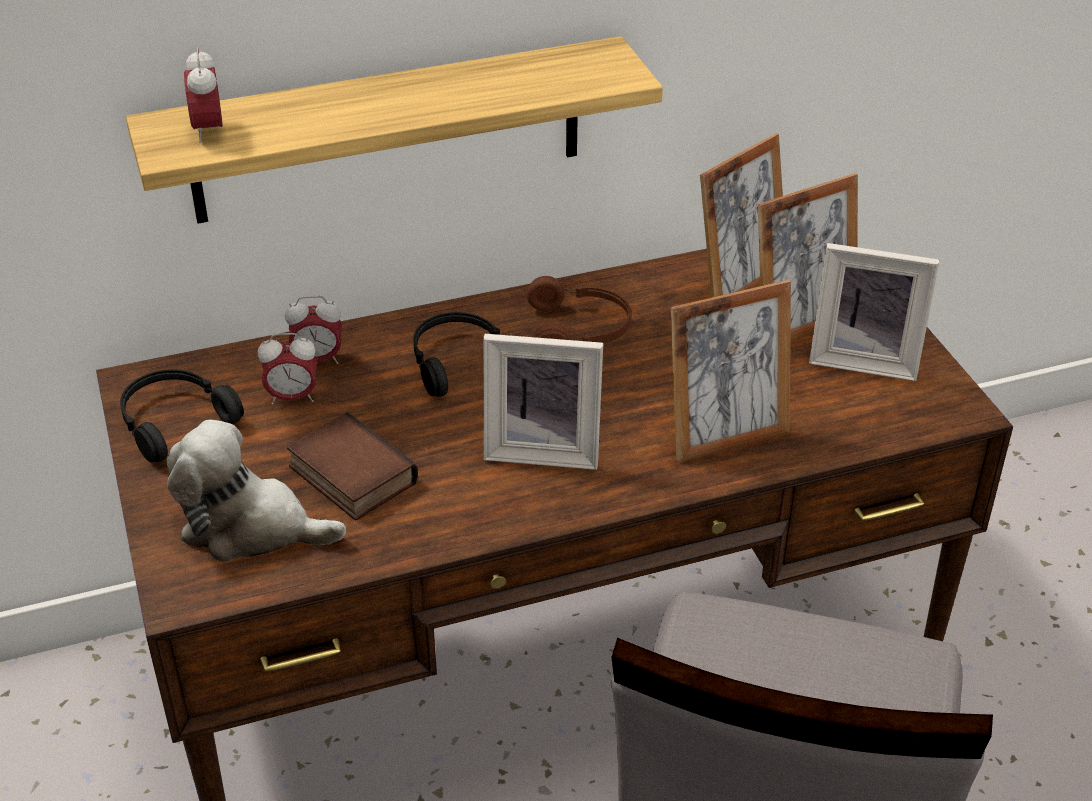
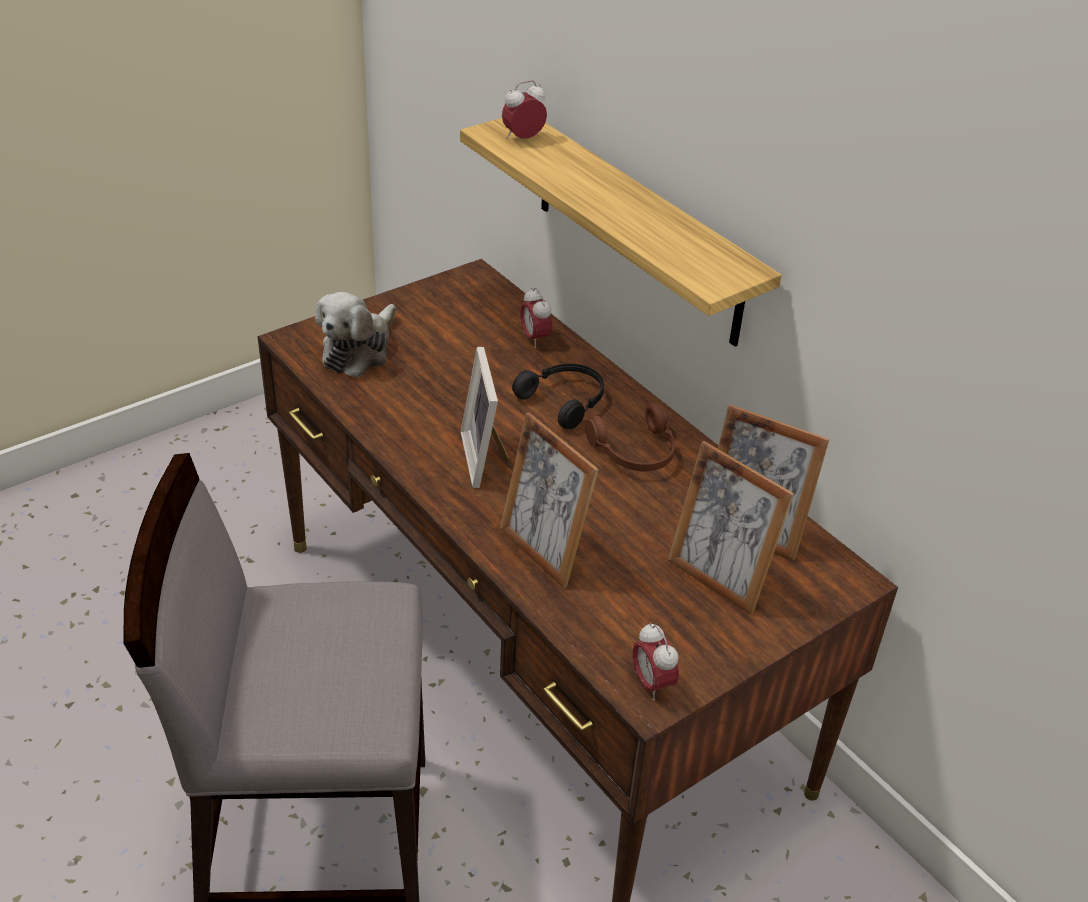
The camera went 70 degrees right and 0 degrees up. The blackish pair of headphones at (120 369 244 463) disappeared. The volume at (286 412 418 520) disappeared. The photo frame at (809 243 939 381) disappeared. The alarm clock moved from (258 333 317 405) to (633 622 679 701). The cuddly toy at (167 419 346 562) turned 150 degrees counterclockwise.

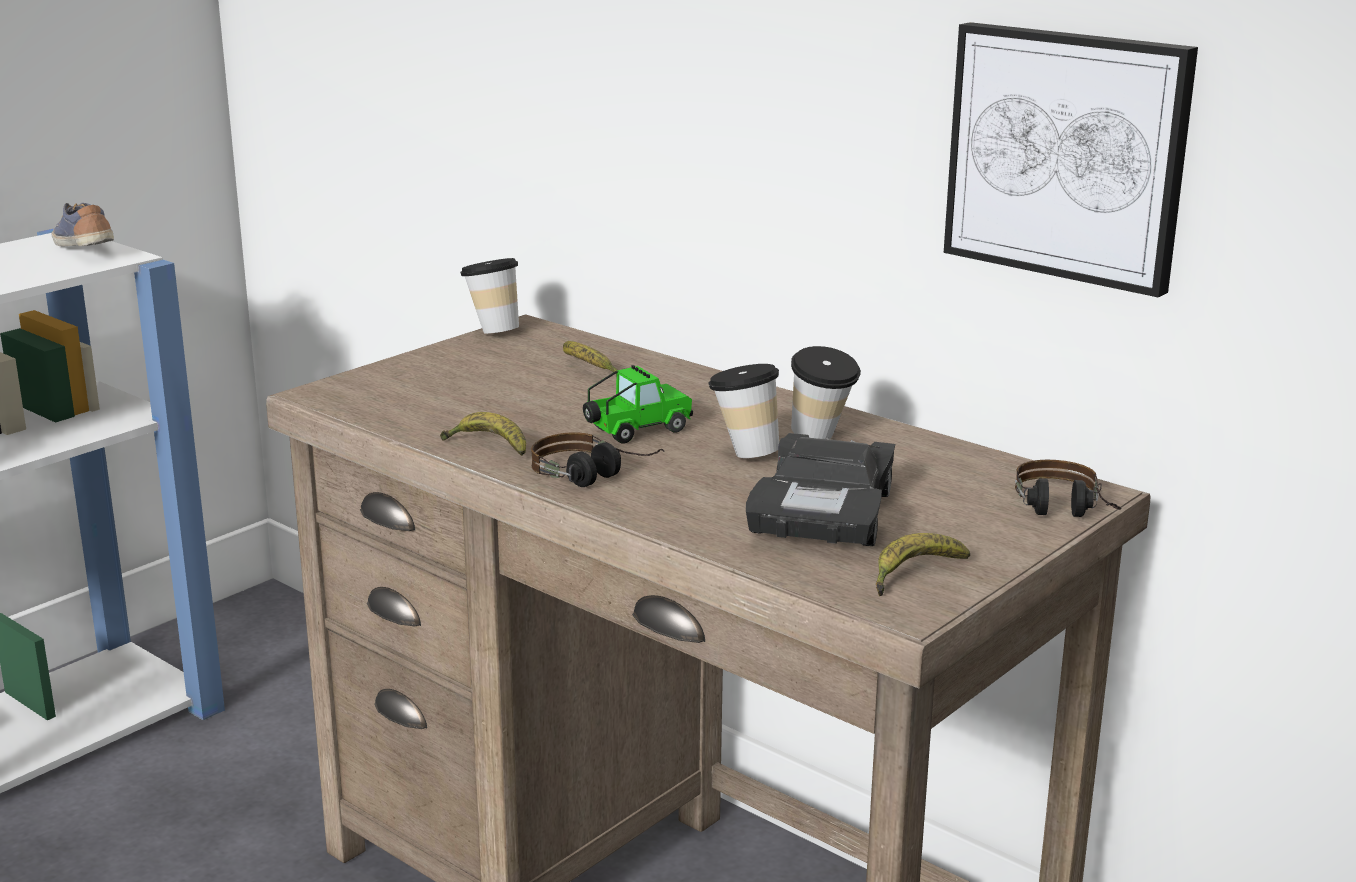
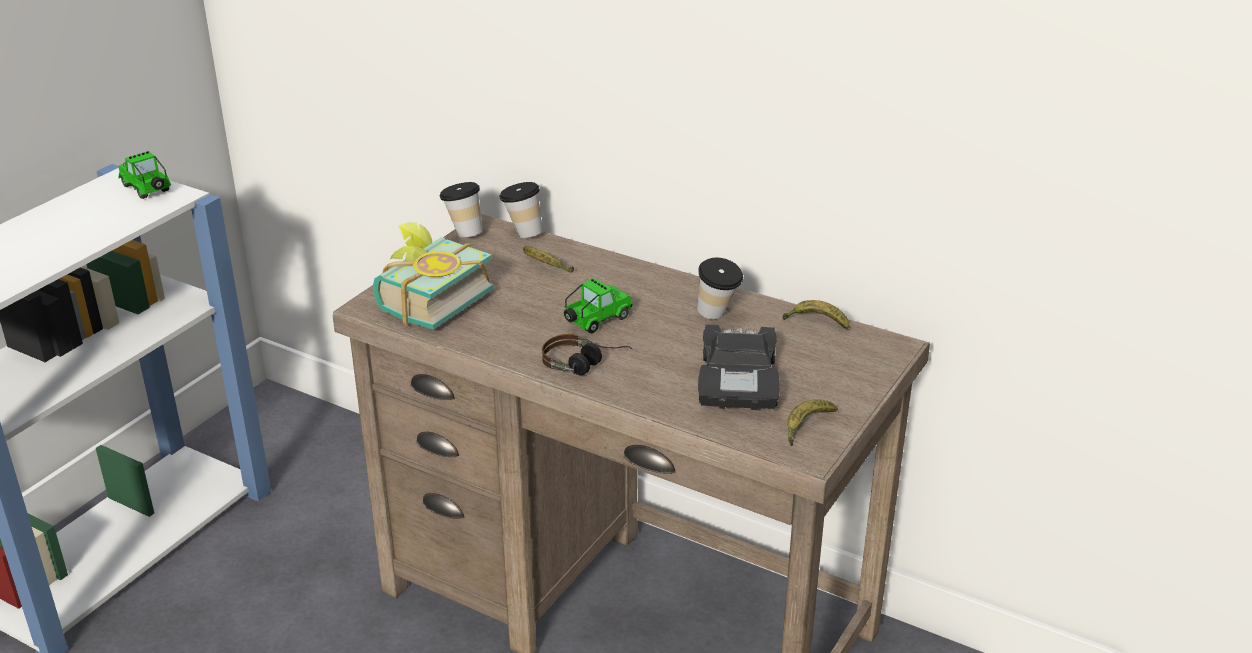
The camera went 10 degrees left and 10 degrees up. The picture at (944 22 1198 297) disappeared. The pair of headphones at (1015 460 1122 517) disappeared. The volume at (373 223 494 330) appeared. The banana moved from (440 412 526 456) to (782 300 849 329). The drinking cup moved from (708 364 779 458) to (499 182 543 238). The item of footwear at (52 203 114 247) was replaced by the model car at (118 151 171 199).

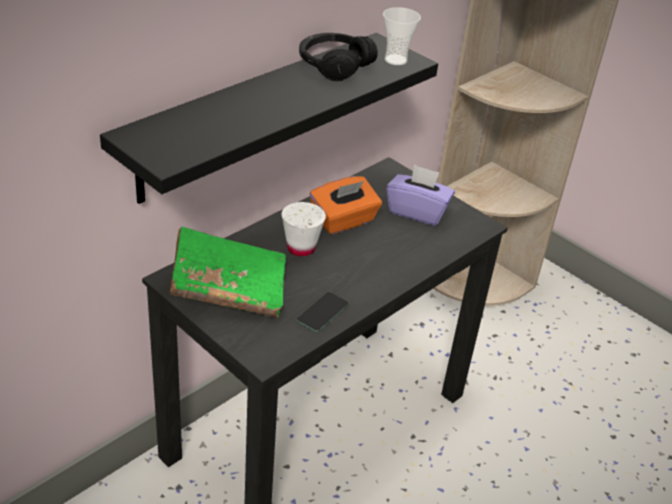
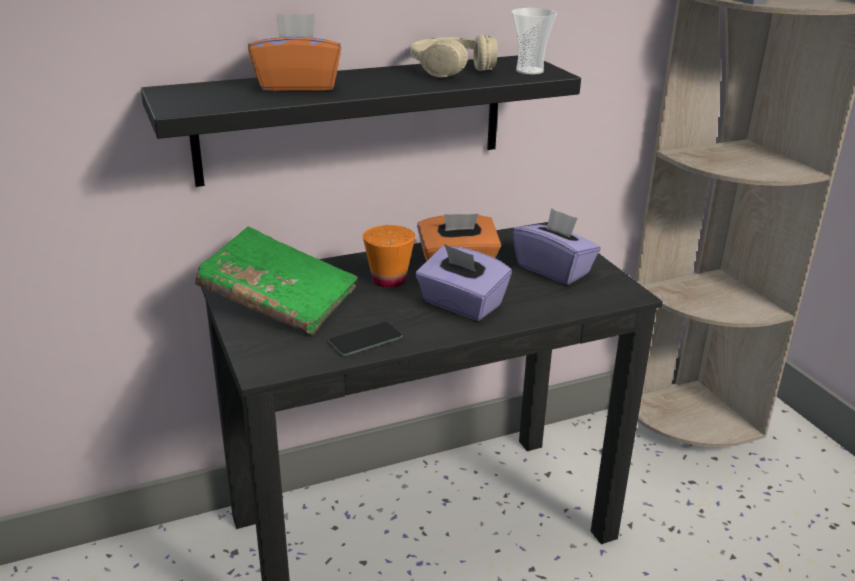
The camera went 25 degrees right and 10 degrees down. The orange-coloured tissue holder at (248 13 341 91) appeared. The purplish tissue holder at (416 244 512 321) appeared. The white drinking cup at (282 202 326 256) became the orange-coloured drinking cup at (363 225 415 288). The blackish pair of headphones at (299 33 378 81) became the beige-coloured pair of headphones at (410 35 498 77).

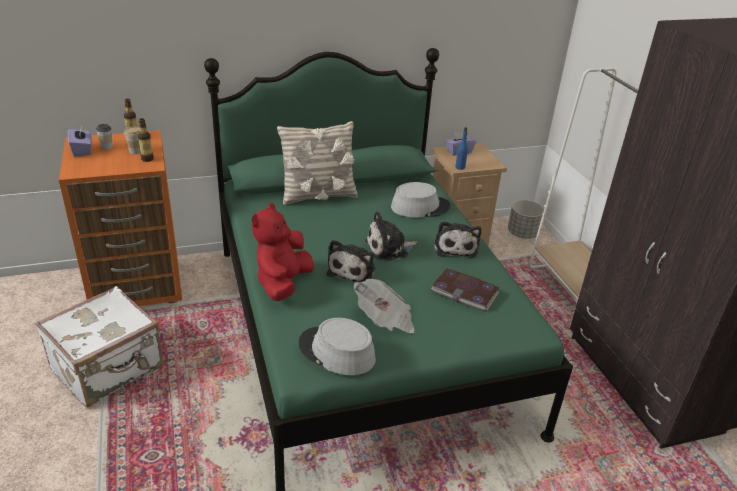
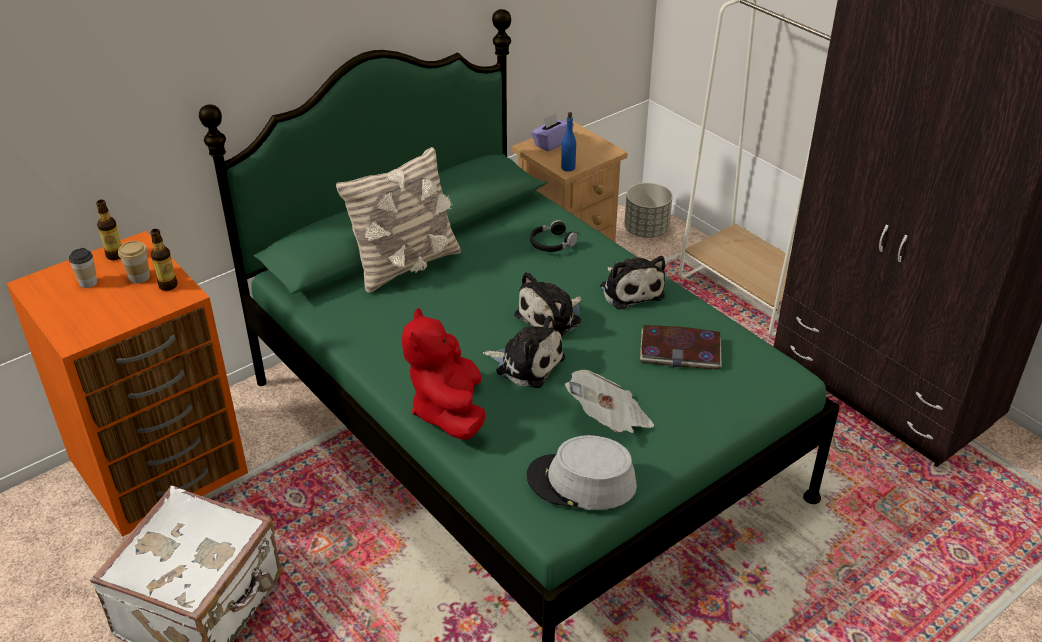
The camera went 20 degrees left and 5 degrees up. The purplish tissue holder at (68 125 92 156) disappeared. The grey clothing hat at (391 182 451 217) was replaced by the blackish pair of headphones at (530 220 578 252). The cuddly toy at (327 240 375 283) turned 60 degrees counterclockwise.

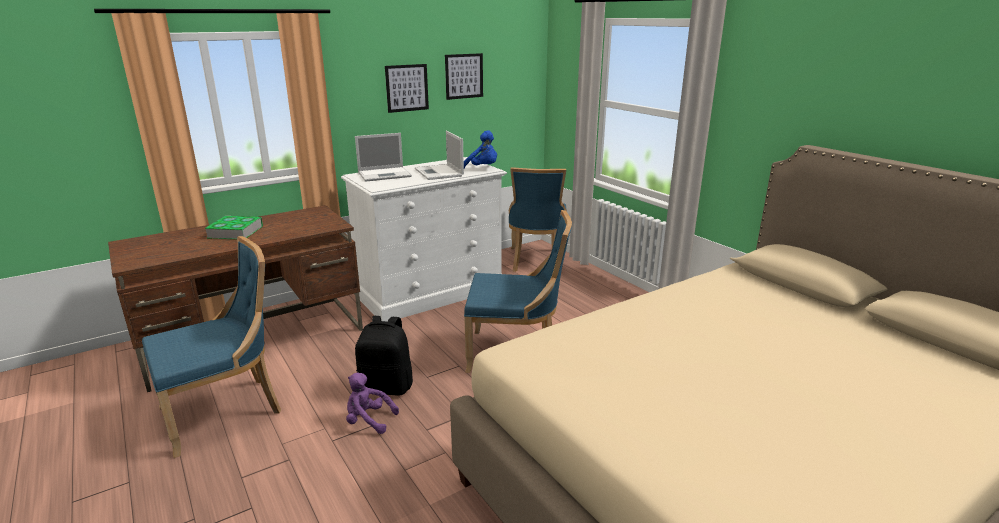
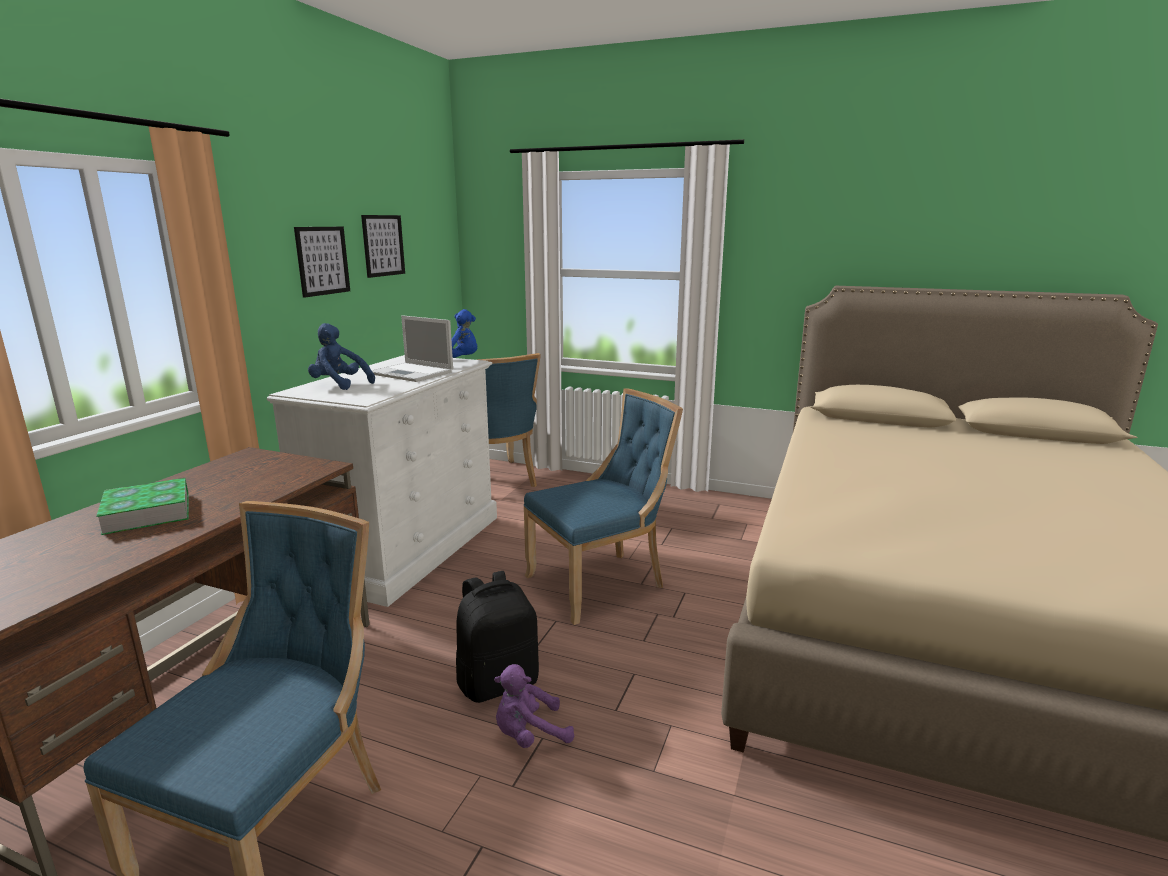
The camera went 35 degrees left and 5 degrees down. The laptop at (355 133 412 182) was replaced by the blue-coloured cuddly toy at (308 323 375 390).

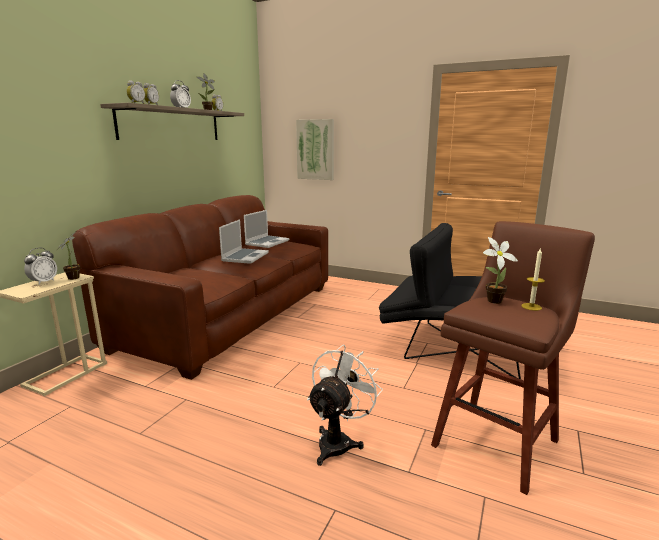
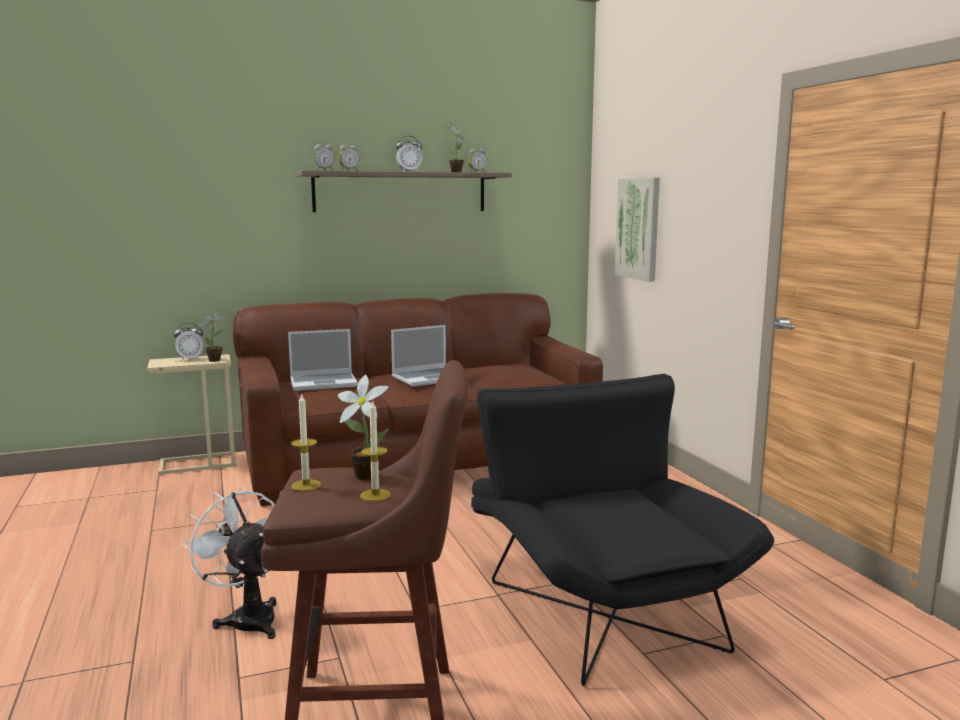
The camera went 45 degrees right and 5 degrees down. The wax light at (291 393 321 491) appeared. The laptop moved from (244 210 289 248) to (288 329 358 391). The white electric fan at (307 345 383 466) turned 120 degrees counterclockwise.

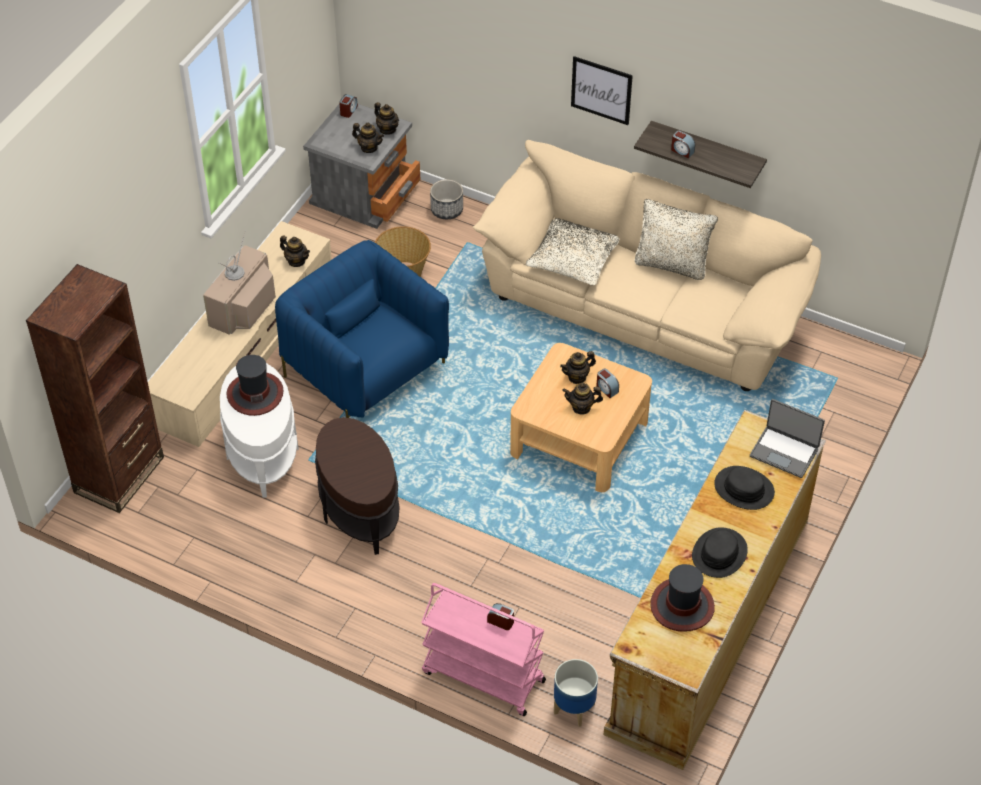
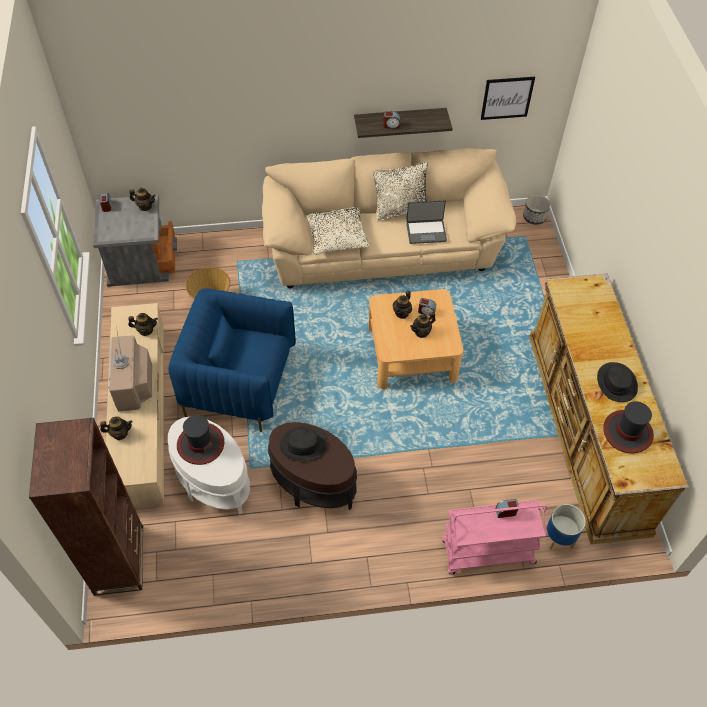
The camera went 35 degrees left and 5 degrees up. The pot for tea moved from (352 123 384 153) to (100 416 133 440). The flower pot moved from (430 179 463 219) to (523 195 550 224). The picture moved from (571 56 633 125) to (481 77 535 120). The blackish clothing hat moved from (714 466 775 510) to (279 427 327 461). The laptop moved from (750 399 825 478) to (406 200 447 244).

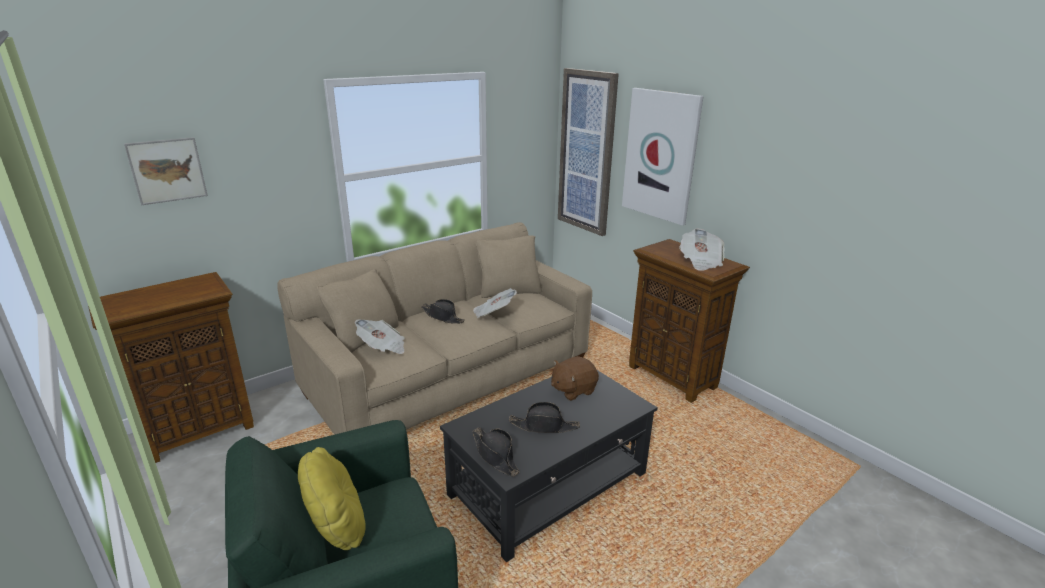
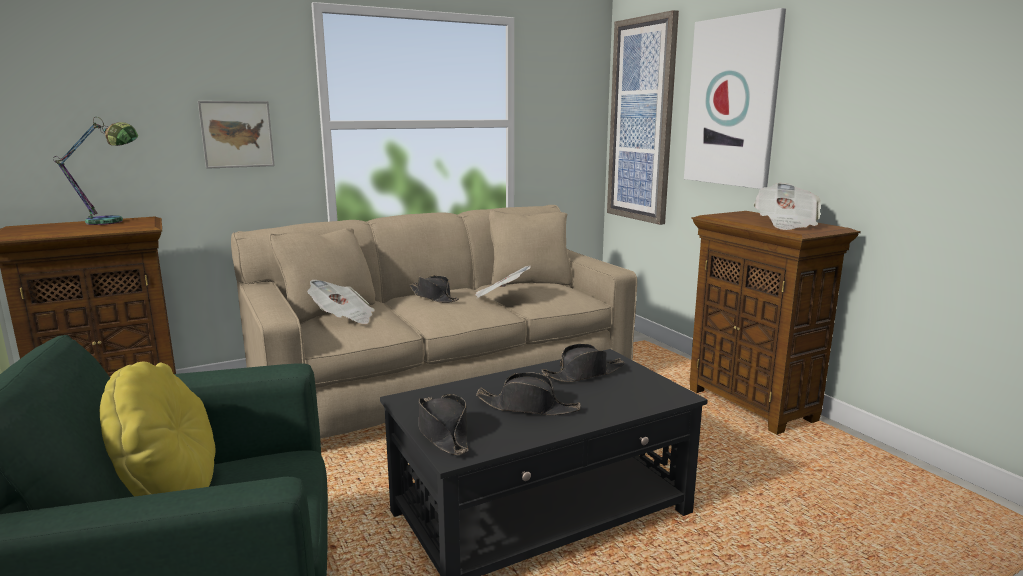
The camera went 10 degrees right and 10 degrees down. The table lamp at (53 117 138 225) appeared. The picture moved from (124 137 208 205) to (198 101 275 169). The brownish cuddly toy at (551 356 599 401) was replaced by the blackish clothing hat at (542 344 625 382).

